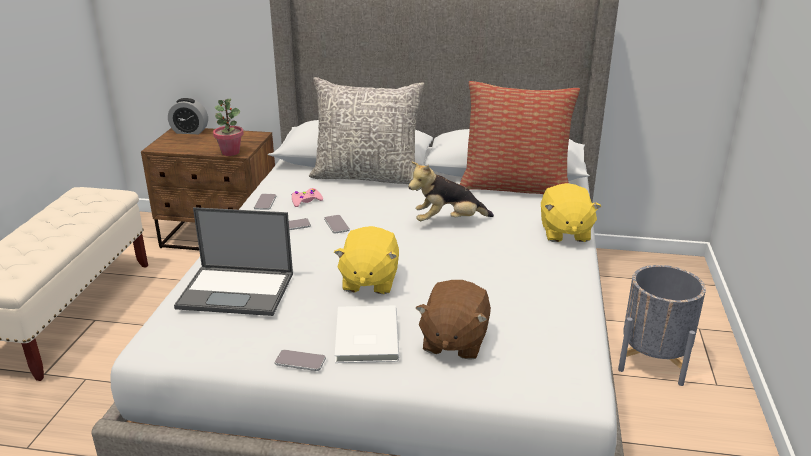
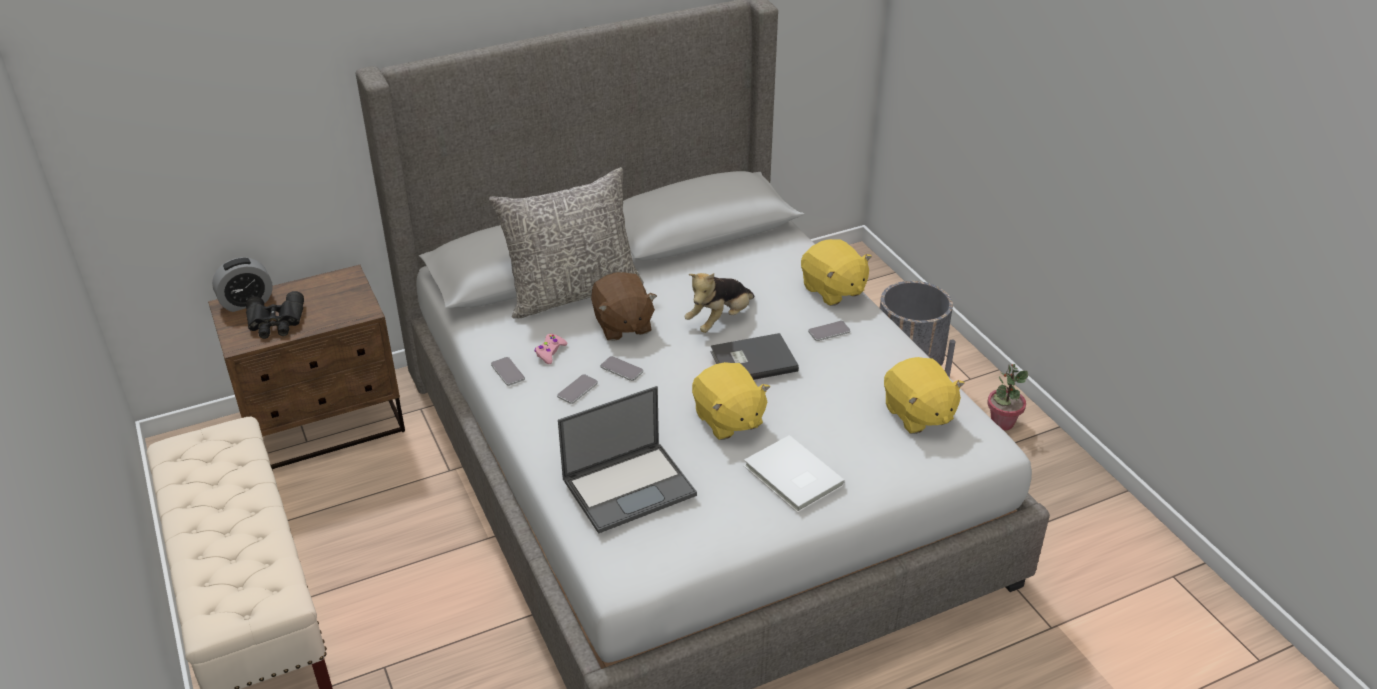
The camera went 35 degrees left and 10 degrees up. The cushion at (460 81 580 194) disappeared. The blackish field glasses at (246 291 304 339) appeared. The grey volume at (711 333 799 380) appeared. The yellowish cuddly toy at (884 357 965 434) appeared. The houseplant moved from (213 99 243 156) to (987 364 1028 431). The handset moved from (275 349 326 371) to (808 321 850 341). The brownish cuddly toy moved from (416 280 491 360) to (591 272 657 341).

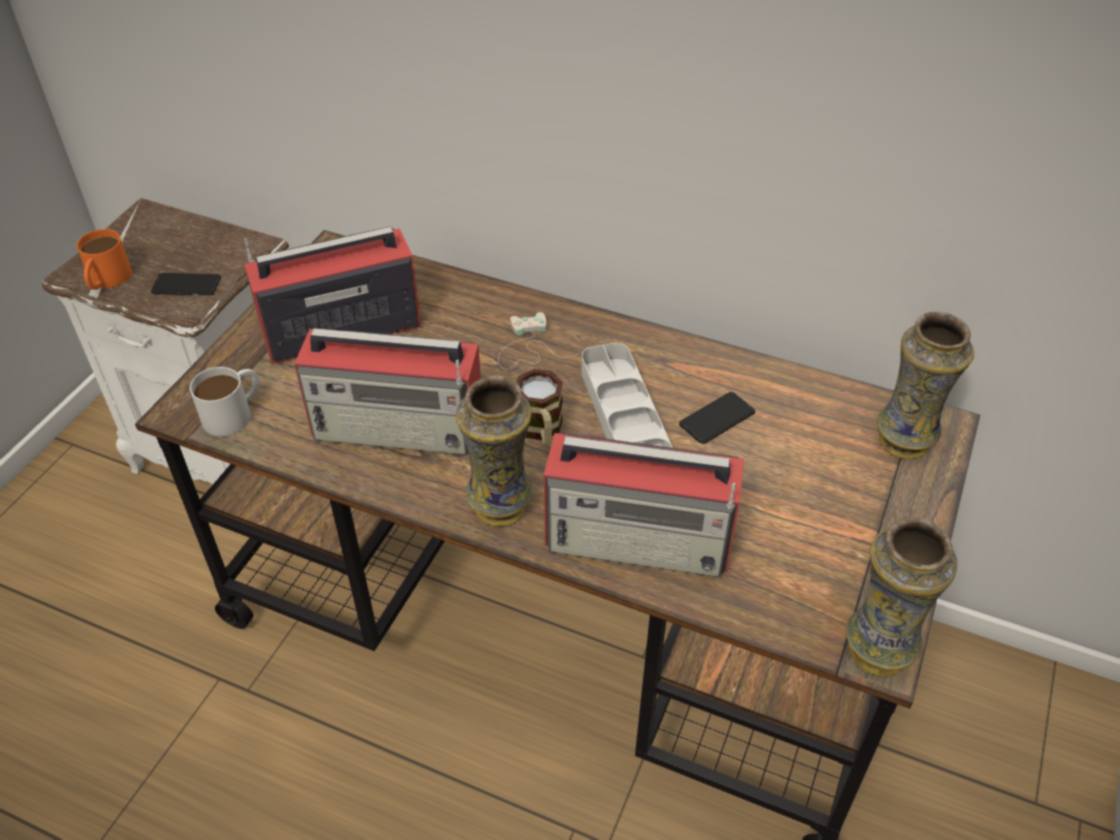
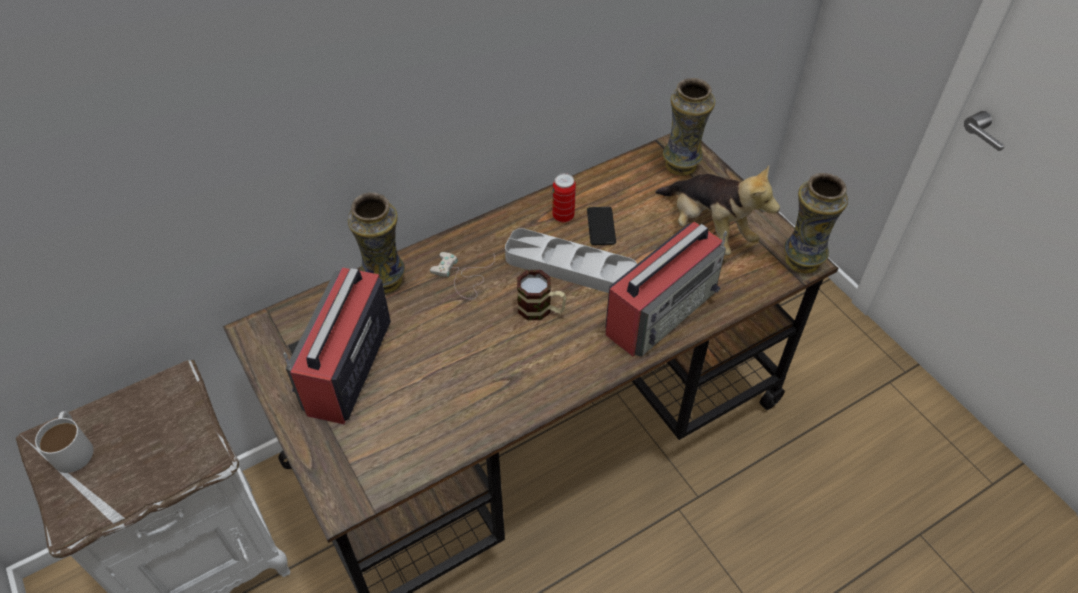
The camera went 55 degrees left and 5 degrees up. The orange-coloured coffee mug at (77 229 132 290) disappeared. The handset at (151 273 221 295) disappeared. The radio receiver at (294 328 481 455) disappeared. The metal can at (552 173 576 223) appeared. The cuddly toy at (655 165 780 255) appeared. The white coffee mug moved from (190 367 259 436) to (35 411 94 473). The flower vase moved from (456 376 533 527) to (348 193 405 293).

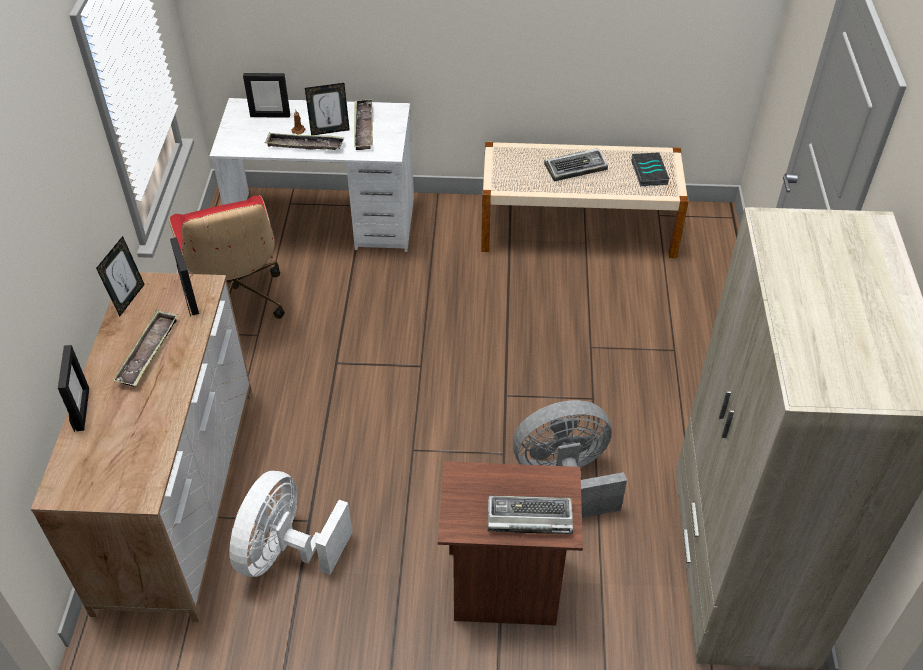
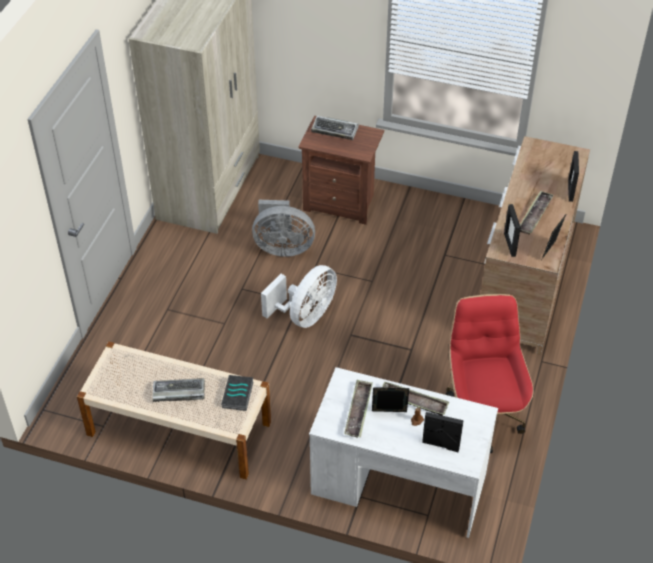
The camera went 165 degrees left and 0 degrees up. The white electric fan moved from (229 471 352 577) to (261 265 337 328). The volume moved from (631 152 669 186) to (221 375 253 411).

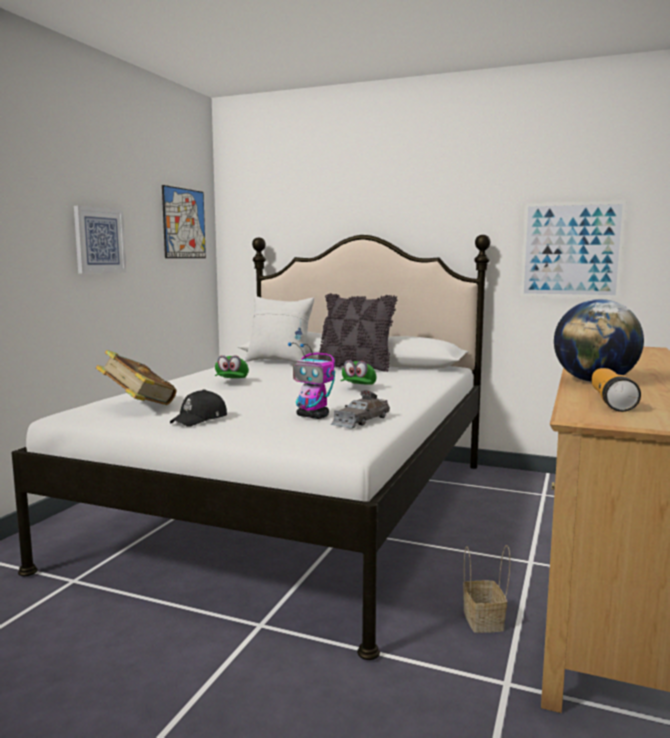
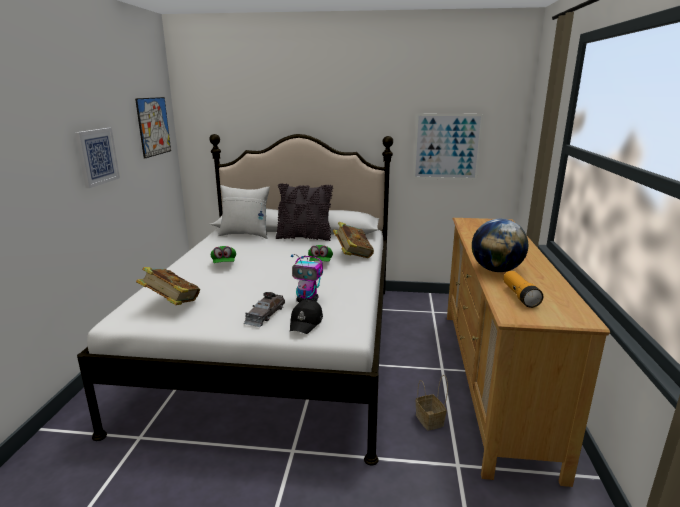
The camera went 15 degrees left and 10 degrees up. The volume at (333 222 374 258) appeared. The blackish baseball cap moved from (170 389 227 427) to (290 300 323 334). The grey model car moved from (331 390 390 429) to (244 292 285 327).

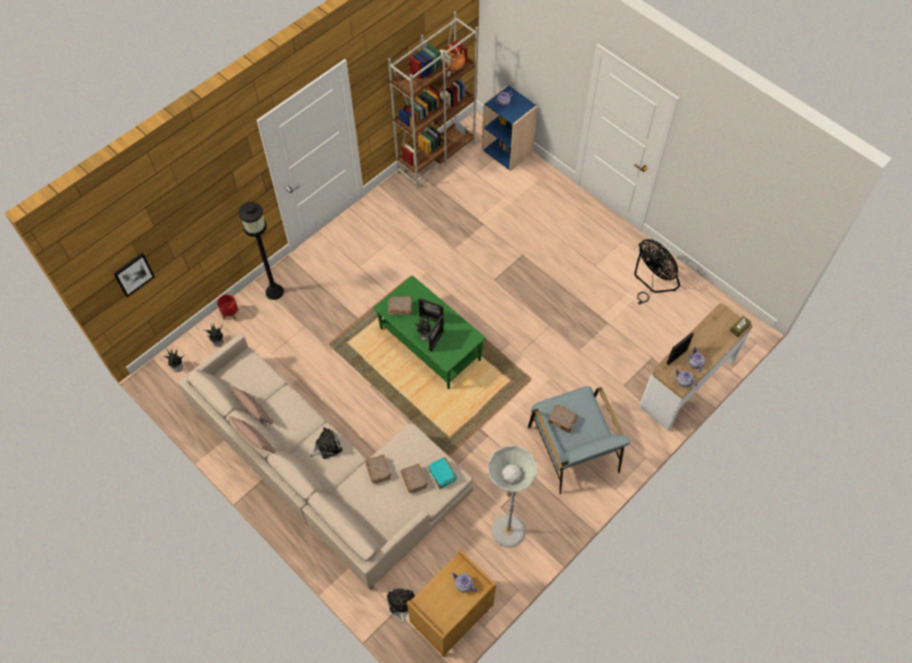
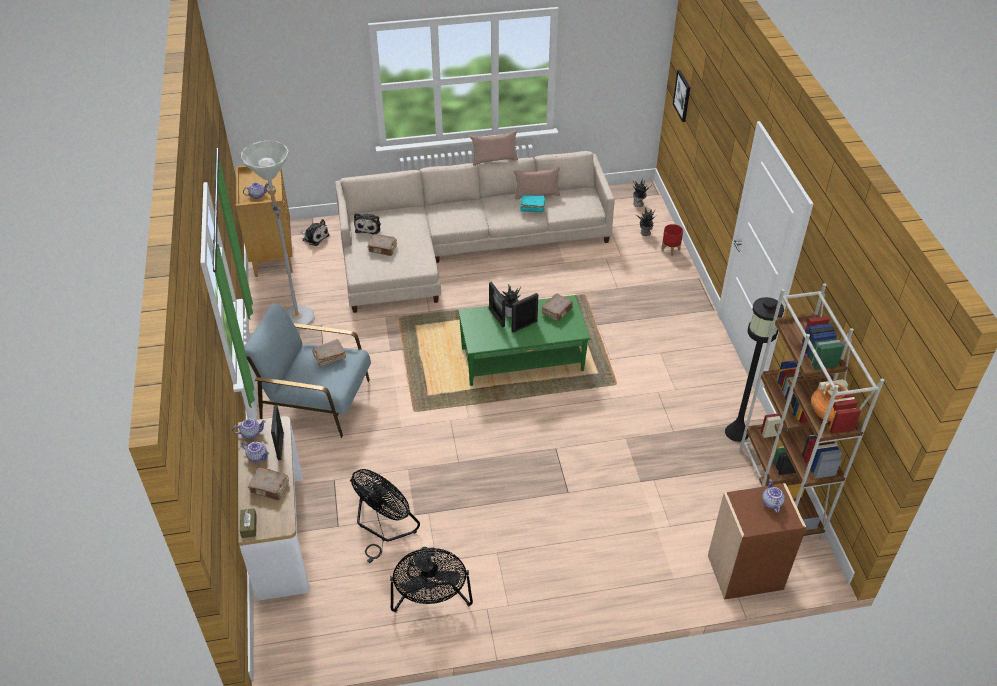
The camera went 125 degrees right and 15 degrees down. The blackish electric fan at (350 469 420 564) appeared. The blackish floor lamp moved from (238 202 284 300) to (725 297 784 442). The cuddly toy moved from (310 427 343 459) to (354 213 381 235). The brownish volume moved from (365 455 391 484) to (248 467 289 501). The turquoise volume moved from (427 457 457 489) to (520 195 545 212). The blue-coloured bookcase at (482 85 538 171) became the brownish bookcase at (708 483 806 600).

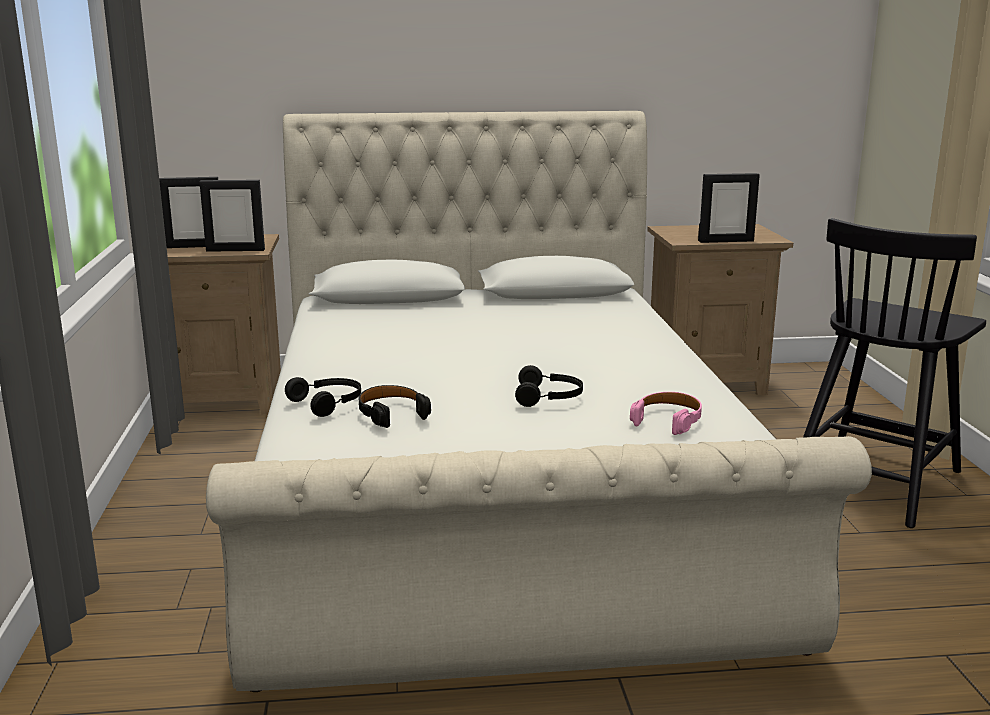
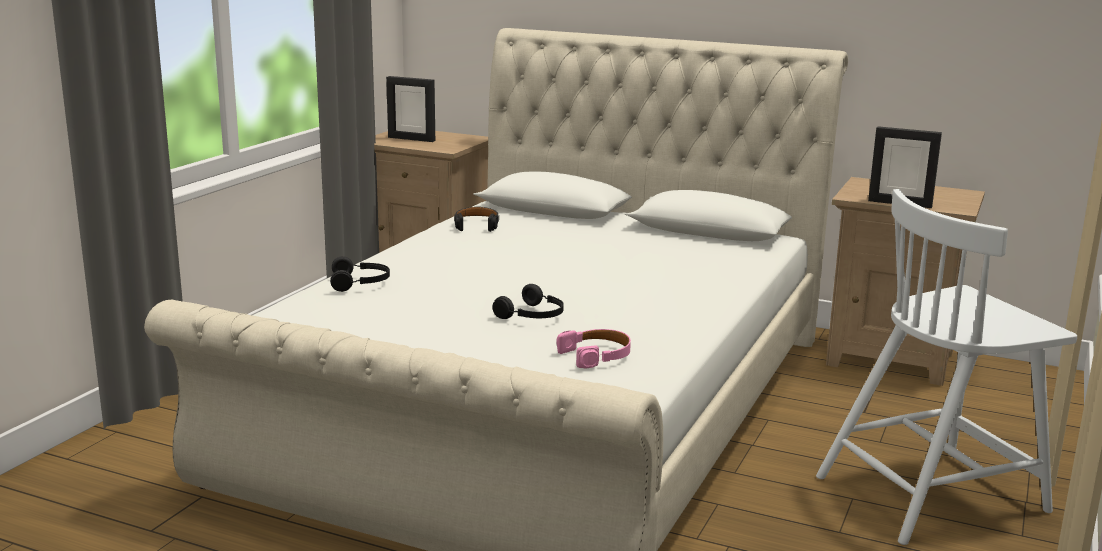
The camera went 30 degrees right and 0 degrees up. The photo frame at (199 180 265 252) disappeared. The blackish pair of headphones moved from (359 385 431 428) to (454 207 499 232). The blackish plain chair at (803 218 986 528) became the white plain chair at (816 189 1077 545).

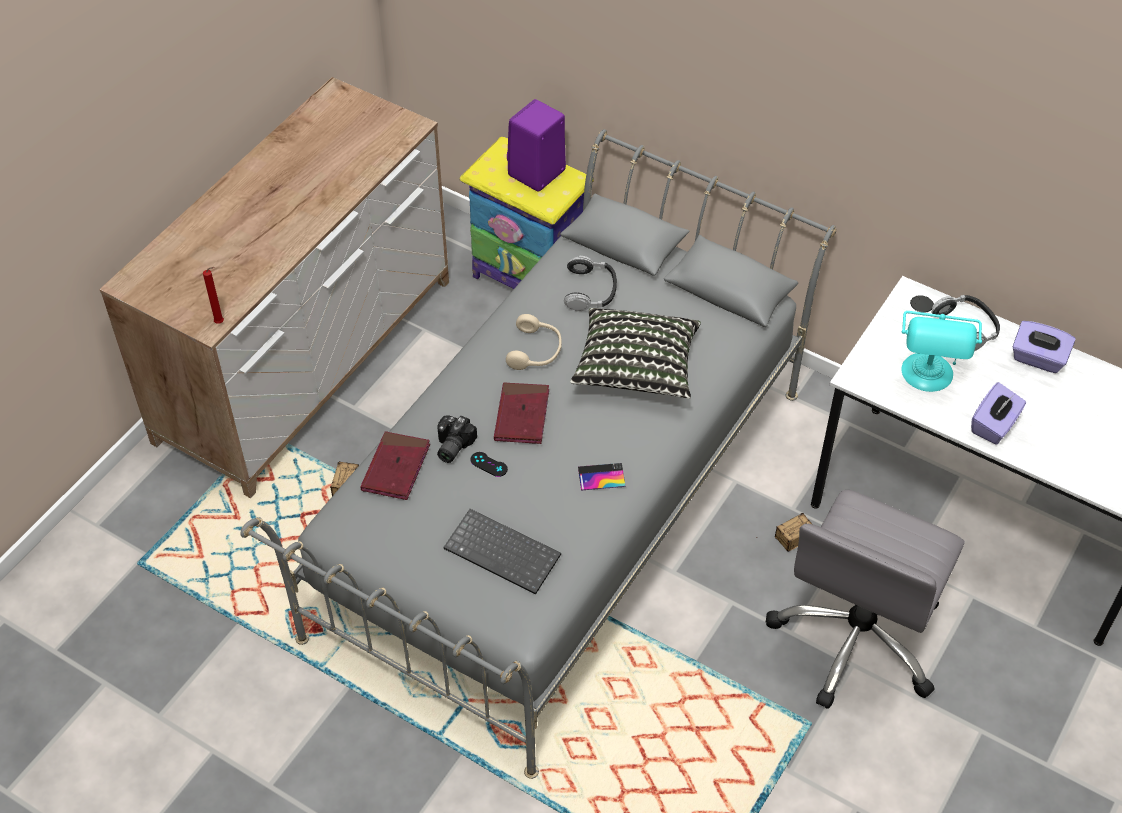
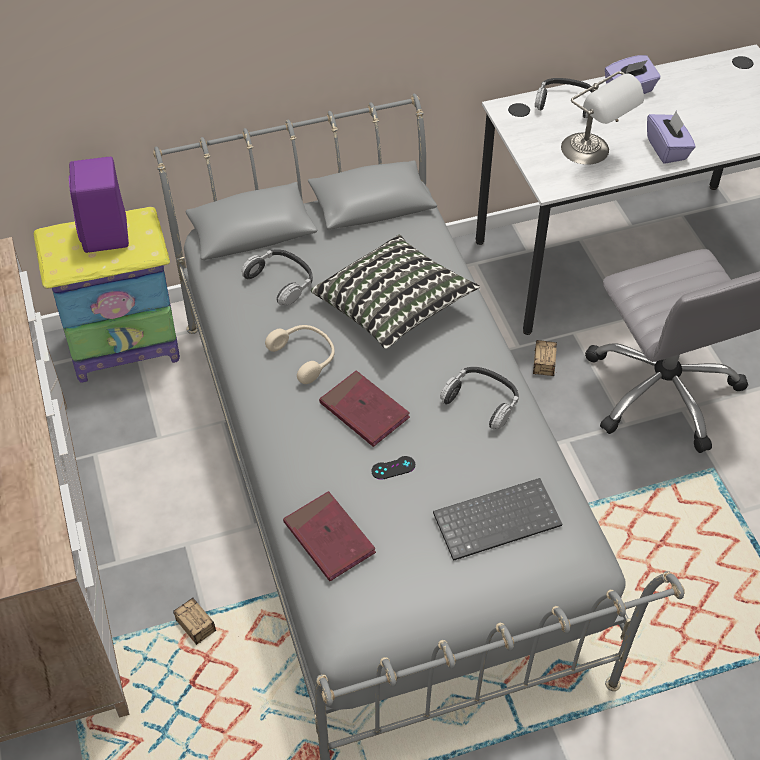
The camera went 50 degrees left and 0 degrees up. The red wax light at (203 267 224 324) disappeared. The still camera at (437 415 477 463) disappeared. The handset at (578 463 626 491) was replaced by the pair of headphones at (440 367 519 429). The turquoise table lamp at (901 311 982 392) became the white table lamp at (561 71 644 165).

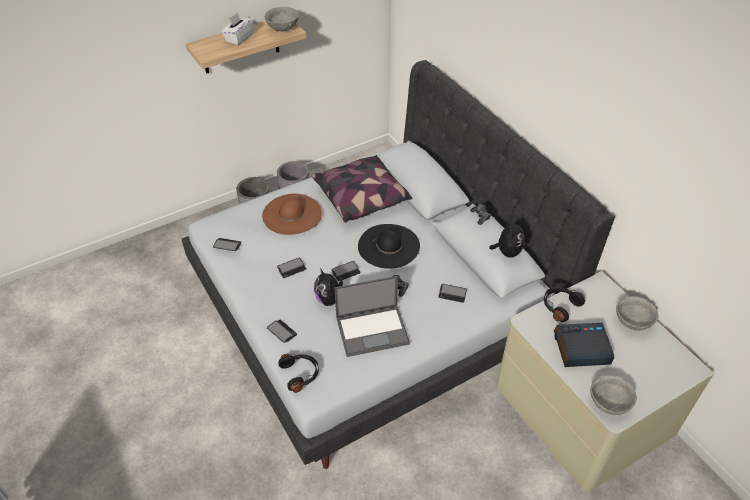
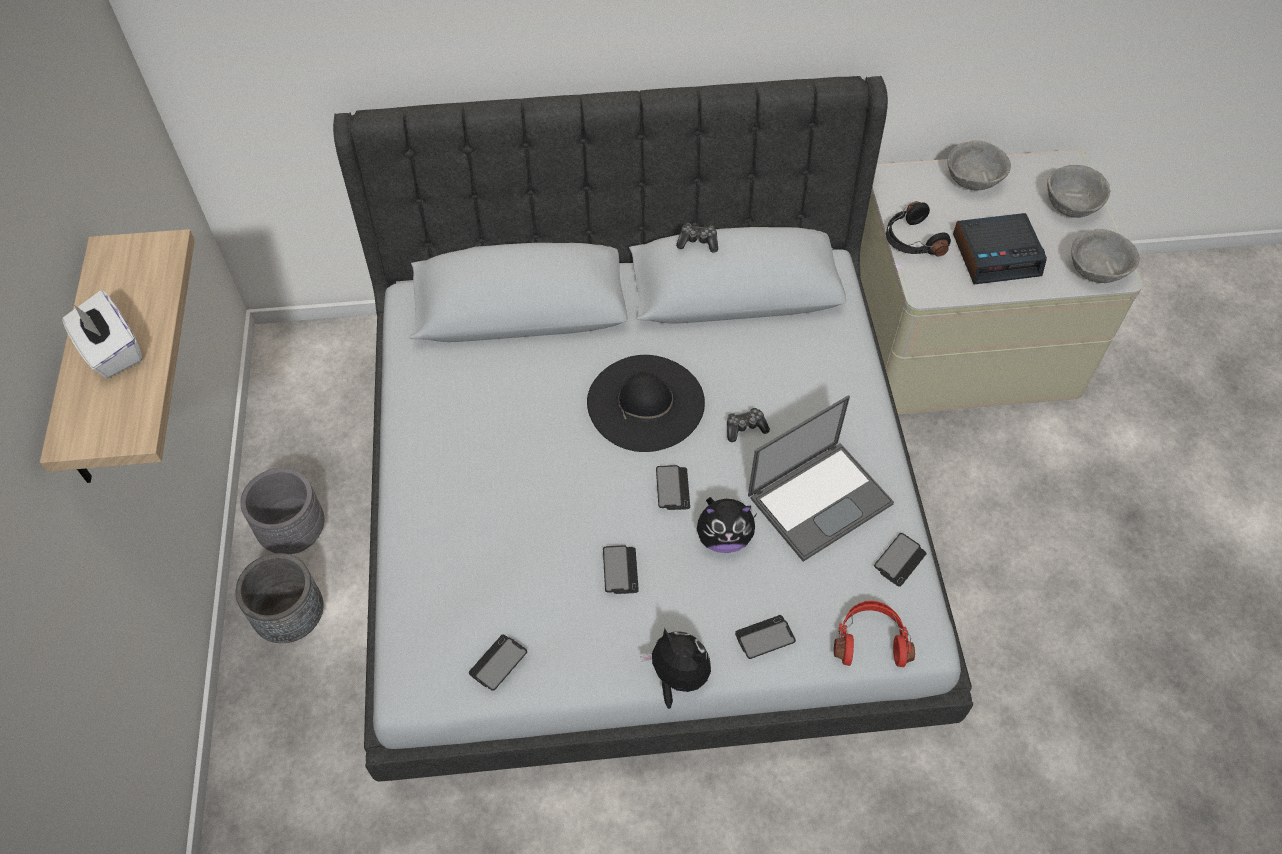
The camera went 65 degrees left and 10 degrees up. The brownish clothing hat at (262 194 322 235) disappeared. The cushion at (312 155 412 223) disappeared. The grey serving bowl moved from (265 7 299 31) to (1047 165 1110 218). The handset moved from (438 284 467 303) to (874 533 927 587). The cuddly toy moved from (489 218 525 257) to (641 628 711 709). The blackish pair of headphones at (278 354 319 393) became the red pair of headphones at (834 601 915 667). The laptop at (334 276 410 357) turned 45 degrees clockwise. The alarm clock at (554 323 614 367) turned 120 degrees counterclockwise.

